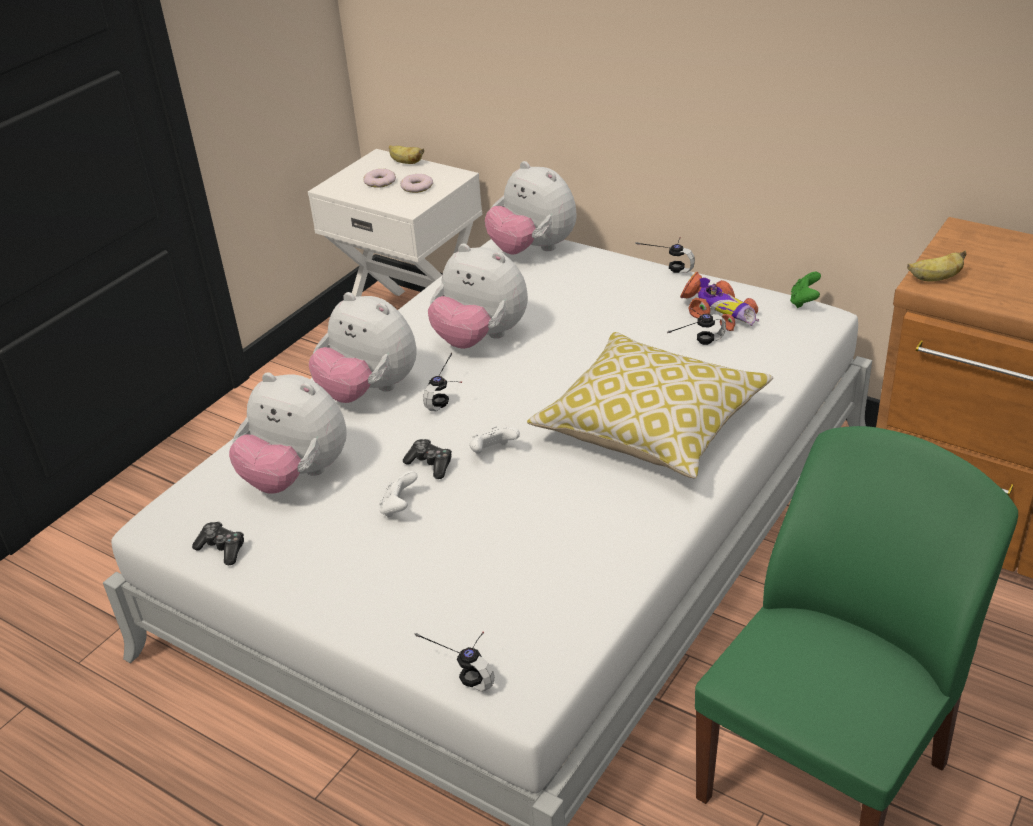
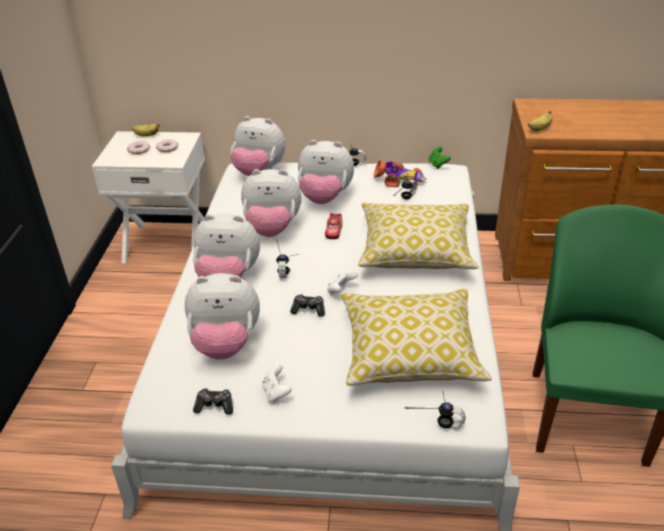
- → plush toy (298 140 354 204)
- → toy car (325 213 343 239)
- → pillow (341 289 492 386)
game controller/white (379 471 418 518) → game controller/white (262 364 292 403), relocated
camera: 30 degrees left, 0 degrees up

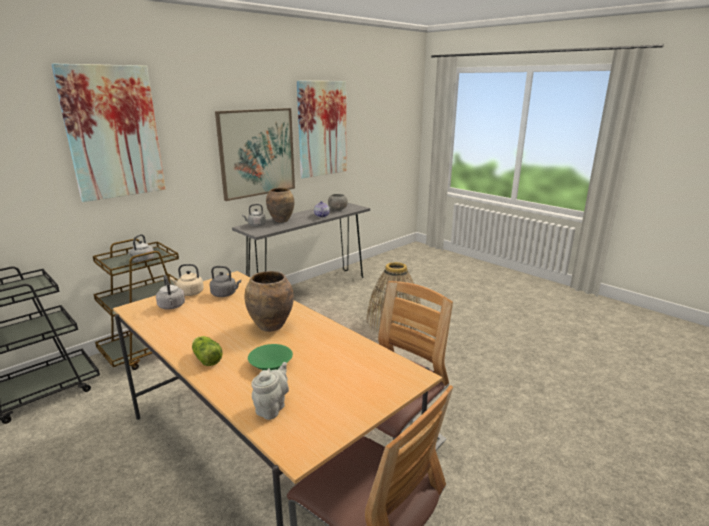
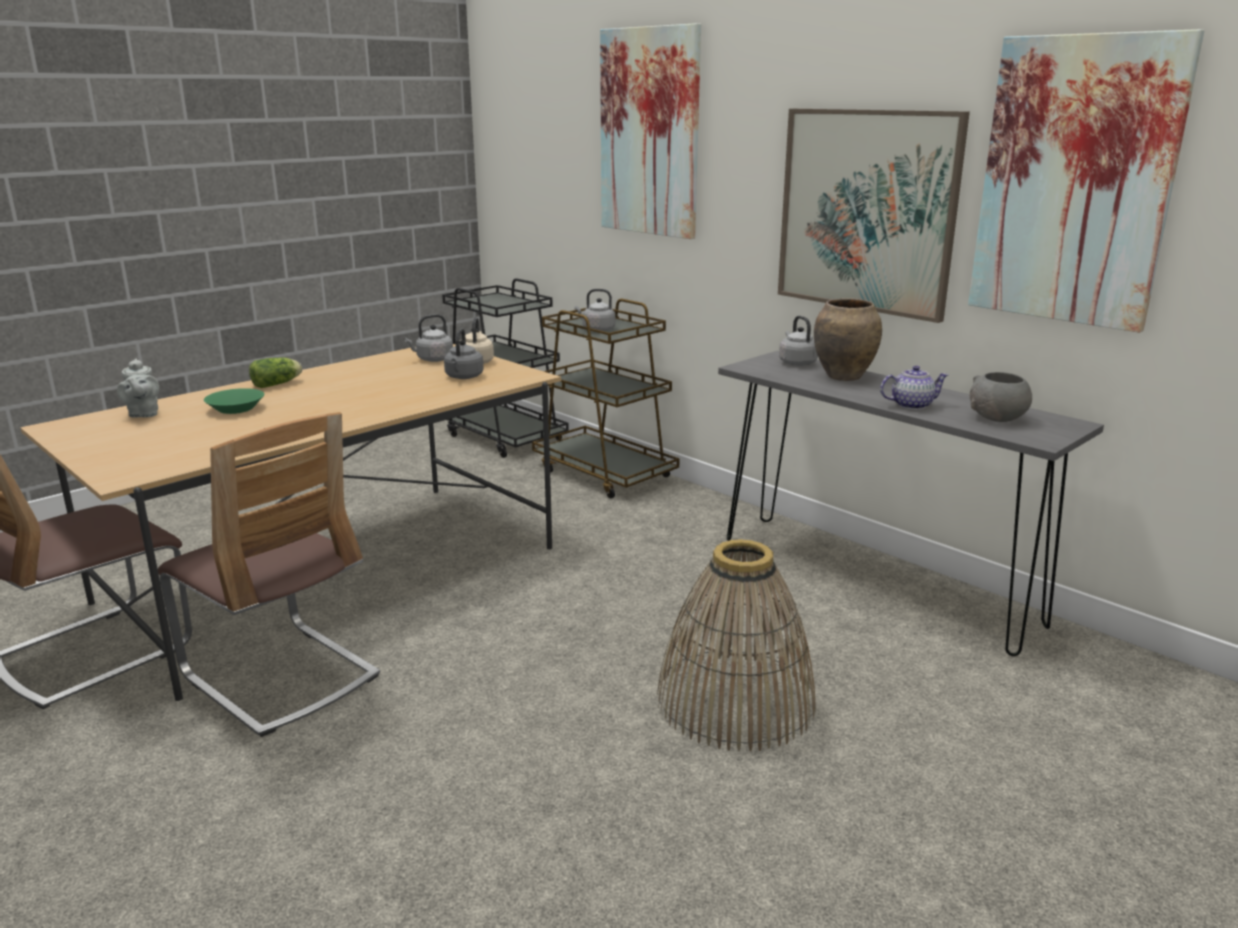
vase/brown (244 271 294 332) → -
teapot/grey (251 362 289 420) → teapot/grey (117 358 159 418), 45 degrees clockwise
camera: 90 degrees right, 0 degrees up

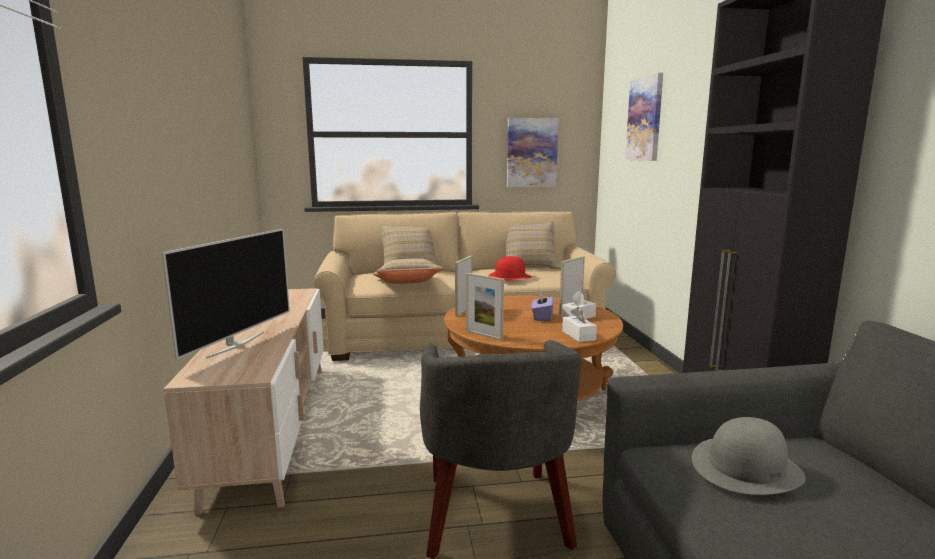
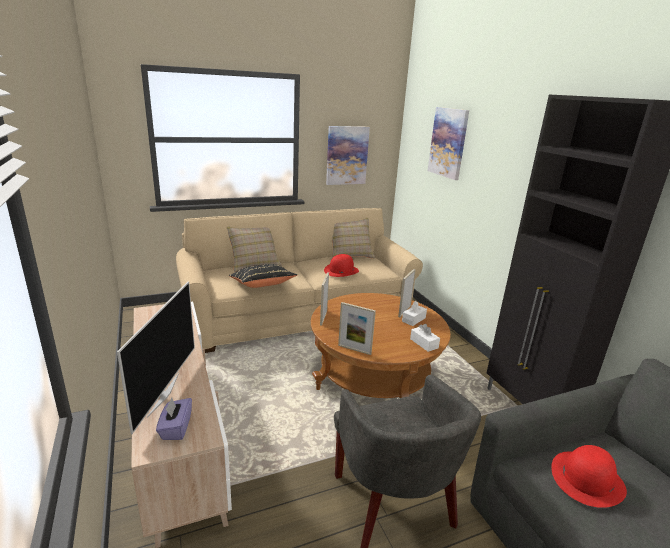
tissue box/purple (532 291 554 321) → tissue box/purple (156 398 192 440), relocated
pillow/beige (373 258 444 284) → pillow/black (229 264 297 288)
hat/grey (692 417 806 495) → hat/red (551 445 627 508)
camera: 15 degrees left, 10 degrees up

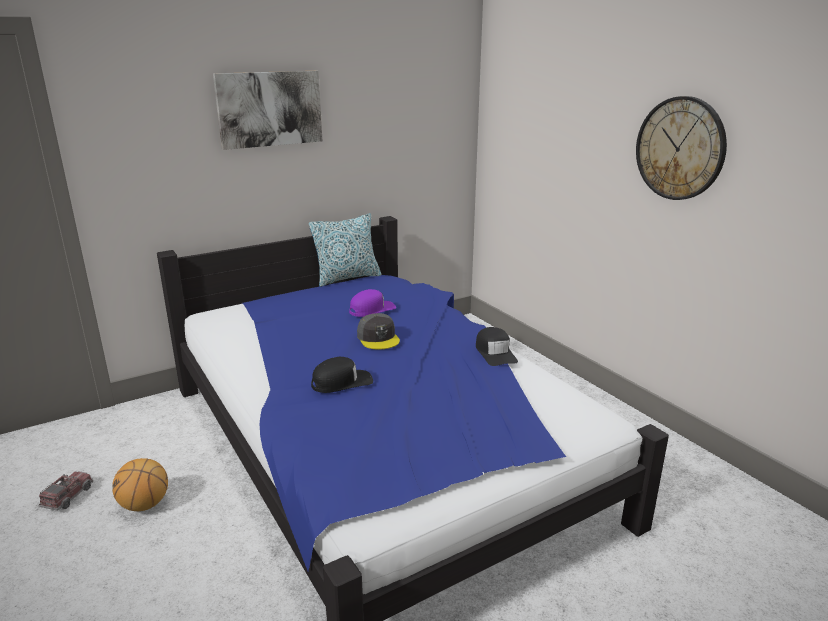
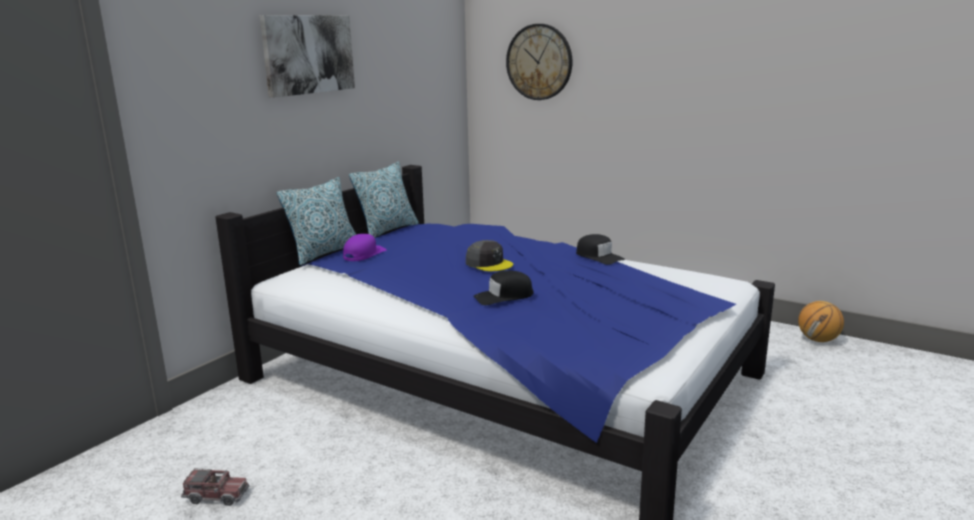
- → pillow (277 177 356 266)
basketball (112 458 168 511) → basketball (798 301 844 342), relocated
cap/purple (349 289 396 317) → cap/purple (343 234 387 261), relocated
wall clock (636 96 727 200) → wall clock (506 24 573 100), relocated
toy truck (38 471 93 511) → toy truck (181 468 249 506), 105 degrees clockwise
cap/black (311 357 373 393) → cap/black (473 271 534 305), 150 degrees counterclockwise
camera: 25 degrees left, 5 degrees down

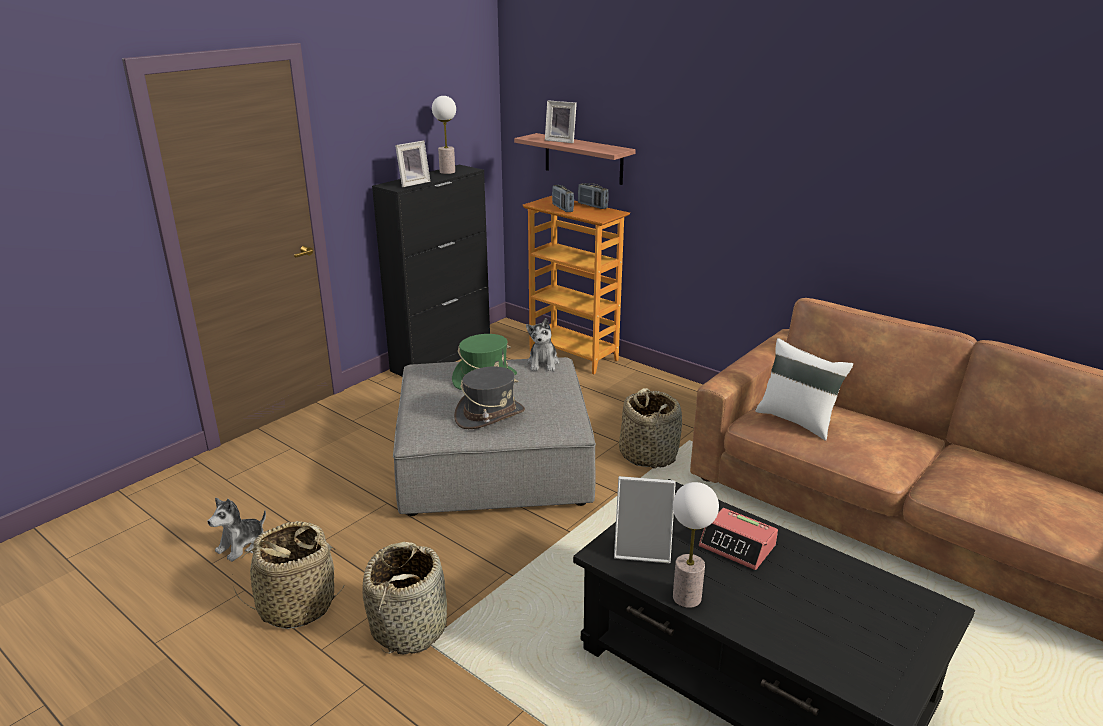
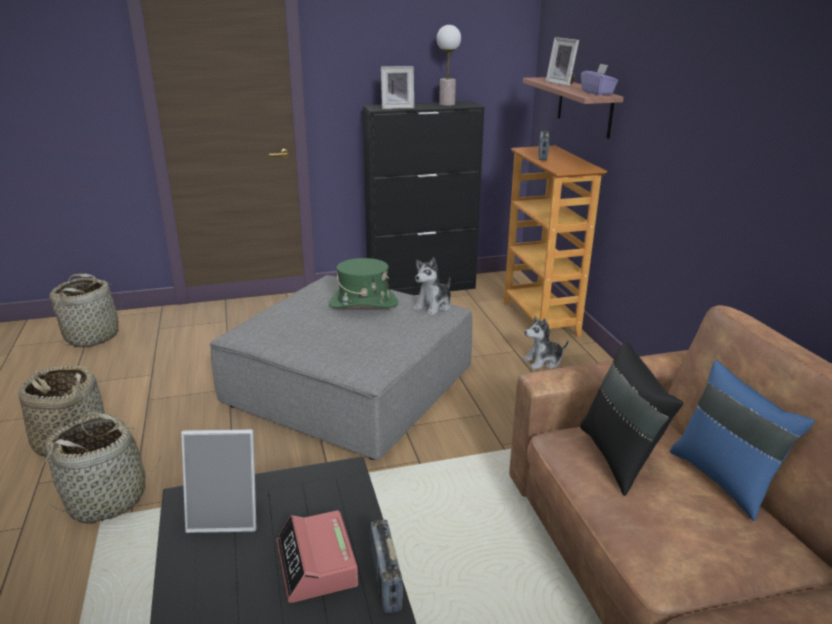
hat/grey (454 366 525 429) → -
table lamp (673 482 719 608) → -
- → tissue box/purple (581 63 618 95)
- → pillow/blue (670 360 815 521)
plush toy (208 498 266 562) → plush toy (523 316 569 370), relocated
radio (578 183 609 209) → radio (371 519 403 613), relocated
basket (619 388 682 468) → basket (49 274 123 347), relocated
pillow/white (755 338 853 441) → pillow/black (580 341 683 496)
picture frame (614 476 676 563) → picture frame (181 429 257 533), 45 degrees counterclockwise
camera: 35 degrees right, 0 degrees up

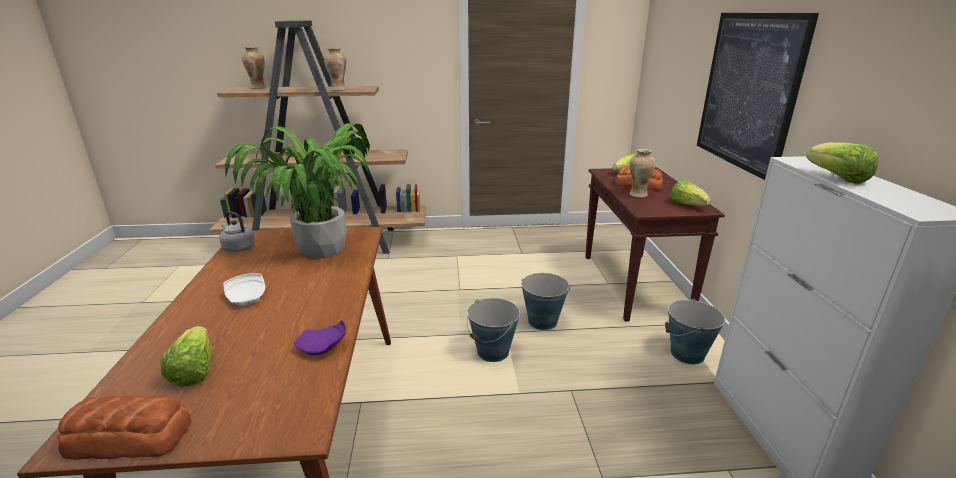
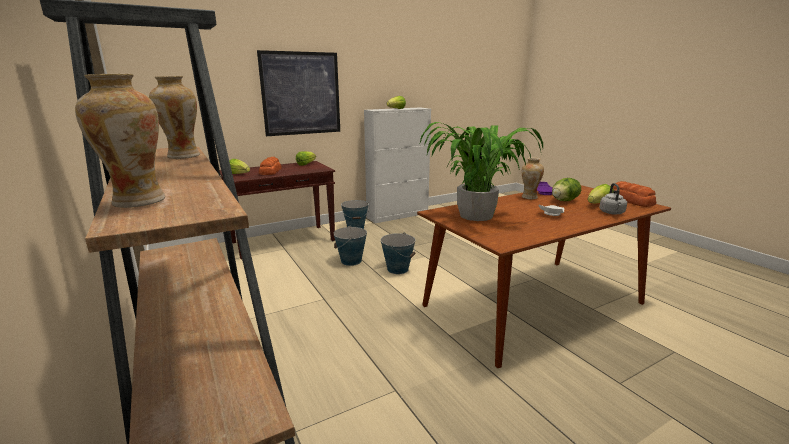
- → lettuce (552 178 581 201)
kettle/grey (219 211 255 252) → kettle/grey (599 183 627 214), relocated
vase (630 149 655 198) → vase (522 157 544 199), relocated
camera: 115 degrees left, 5 degrees down

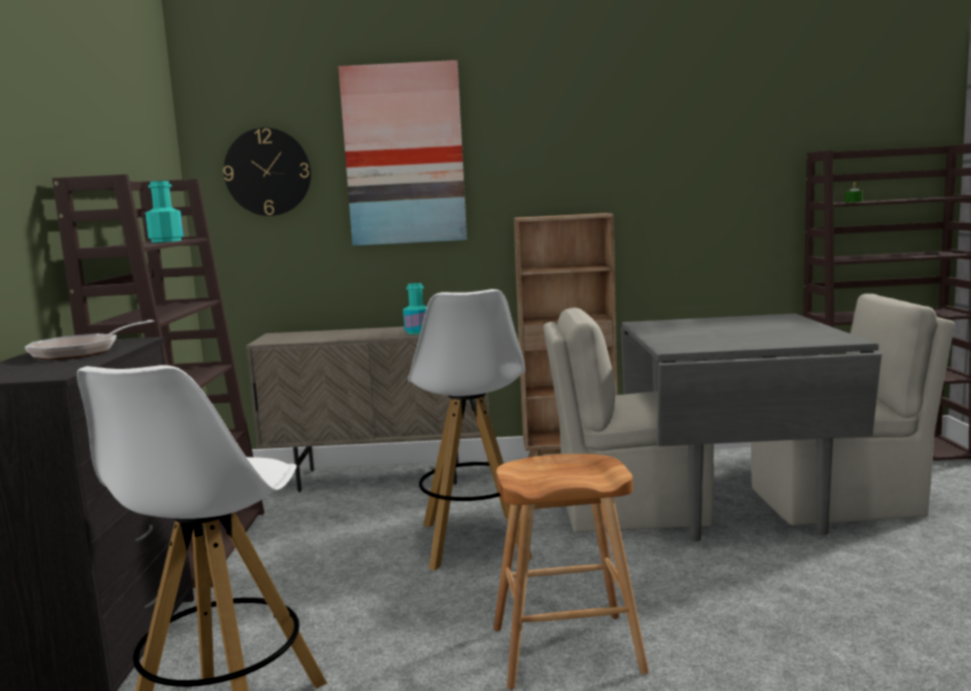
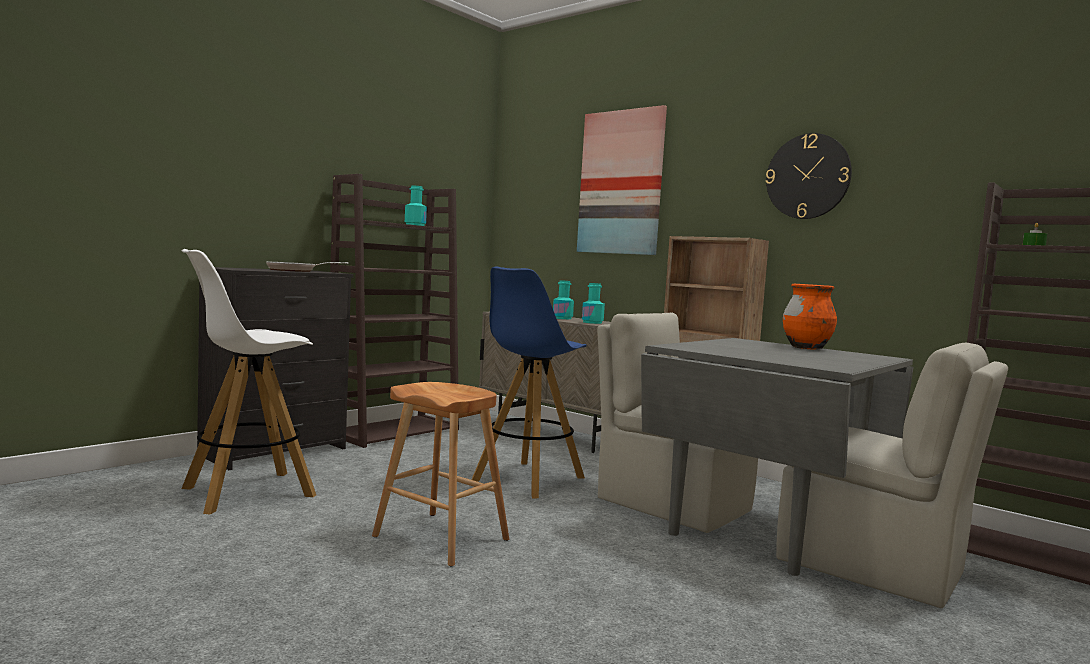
- → bottle/turquoise (553 280 574 319)
- → vase/orange (783 284 837 350)
wall clock (223 128 311 216) → wall clock (766 133 852 219), relocated
stool/white (408 289 533 571) → stool/blue (471 266 587 498)
camera: 40 degrees right, 5 degrees down

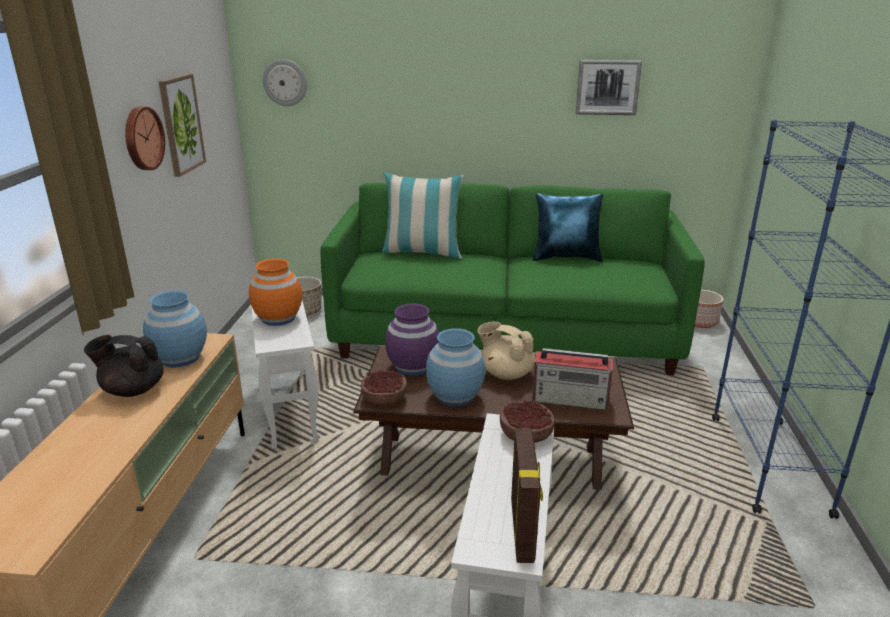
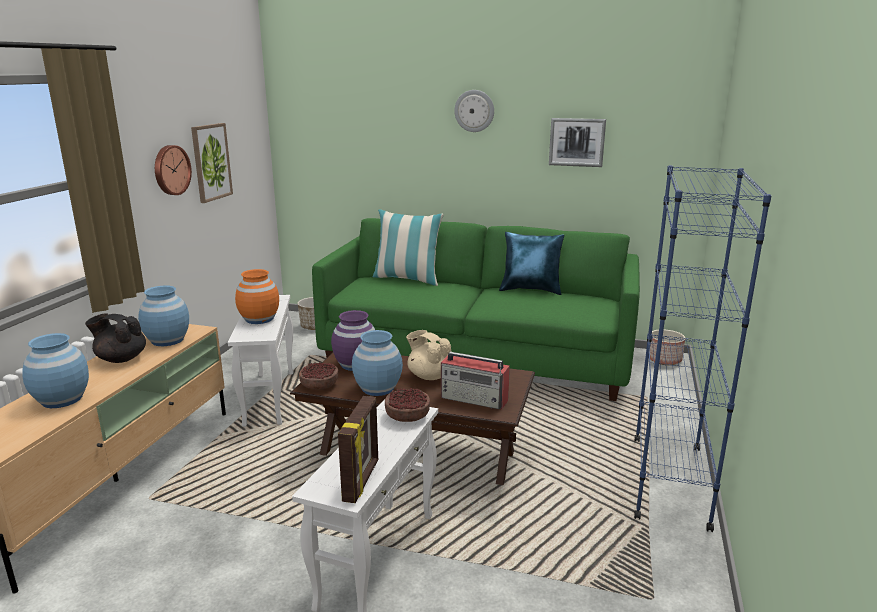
- → vase/blue (22 333 89 408)
wall clock (263 59 307 106) → wall clock (454 90 494 132), relocated
camera: 10 degrees right, 5 degrees down

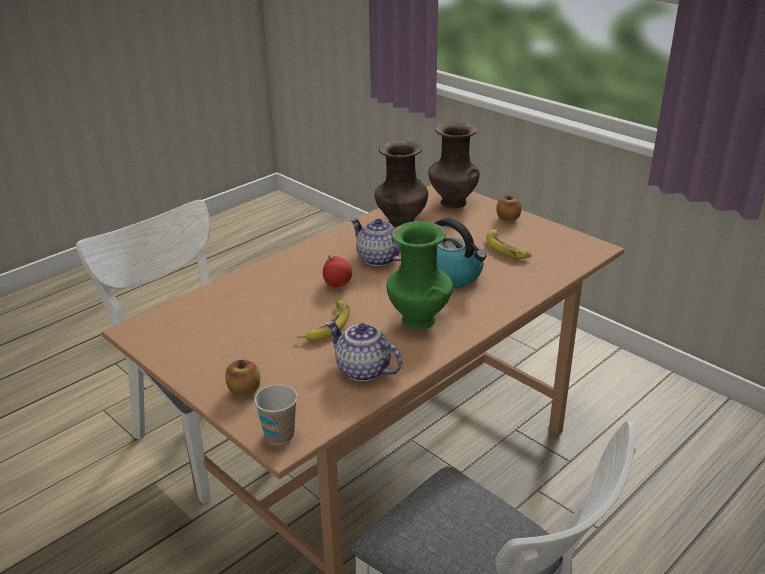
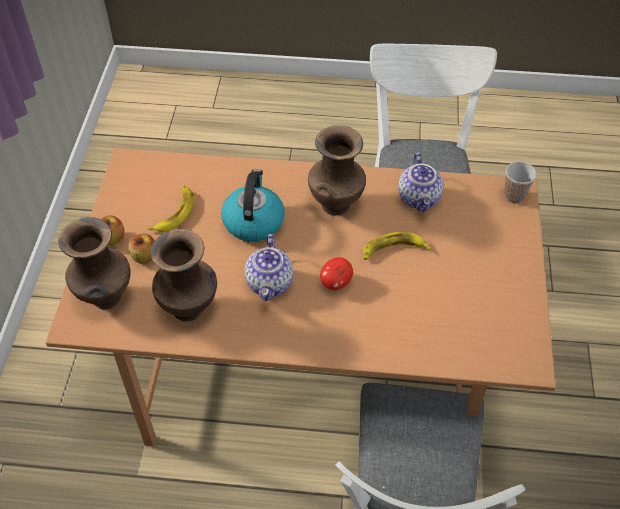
apple (225 359 261 397) → apple (129 233 155 264), relocated
vase/green (387 221 453 329) → vase/brown (308 125 366 216)
camera: 130 degrees left, 20 degrees up

